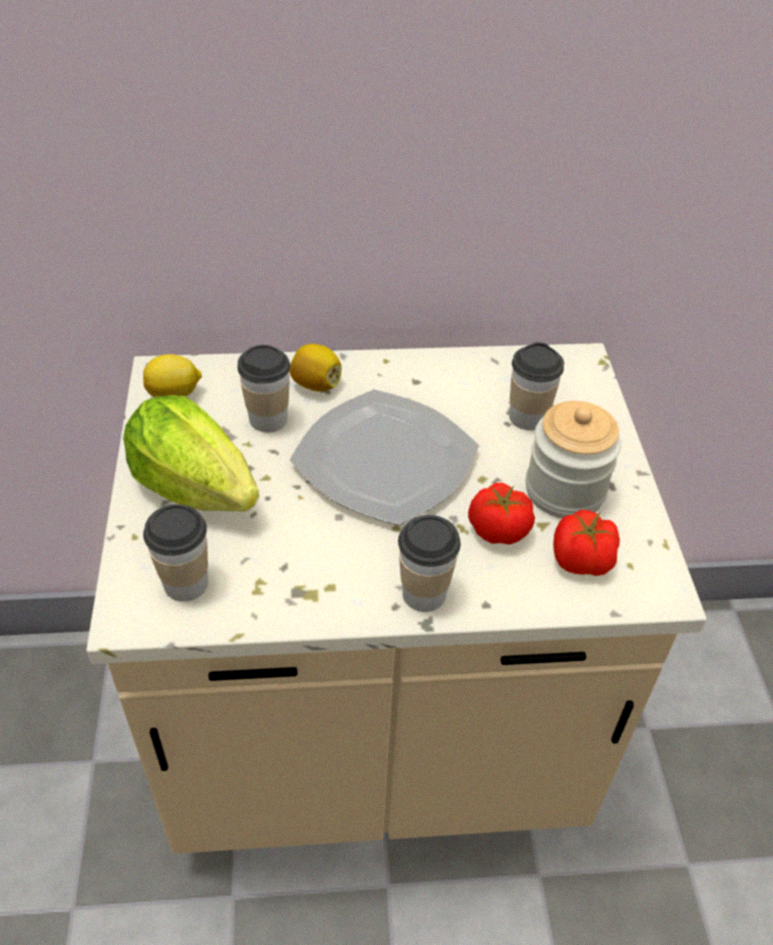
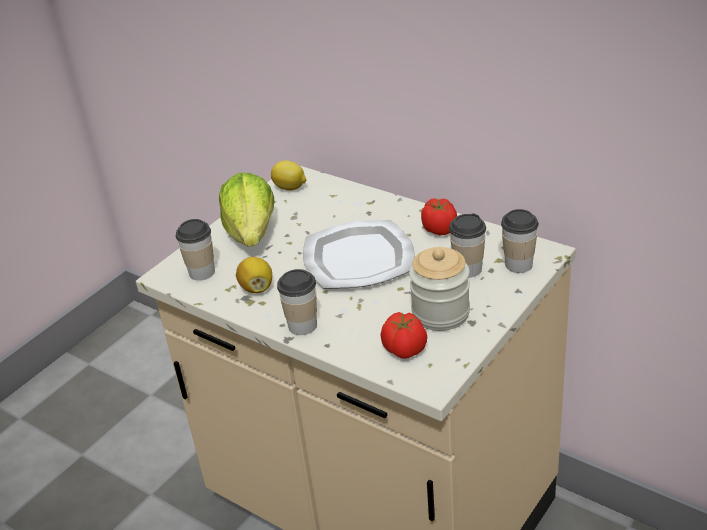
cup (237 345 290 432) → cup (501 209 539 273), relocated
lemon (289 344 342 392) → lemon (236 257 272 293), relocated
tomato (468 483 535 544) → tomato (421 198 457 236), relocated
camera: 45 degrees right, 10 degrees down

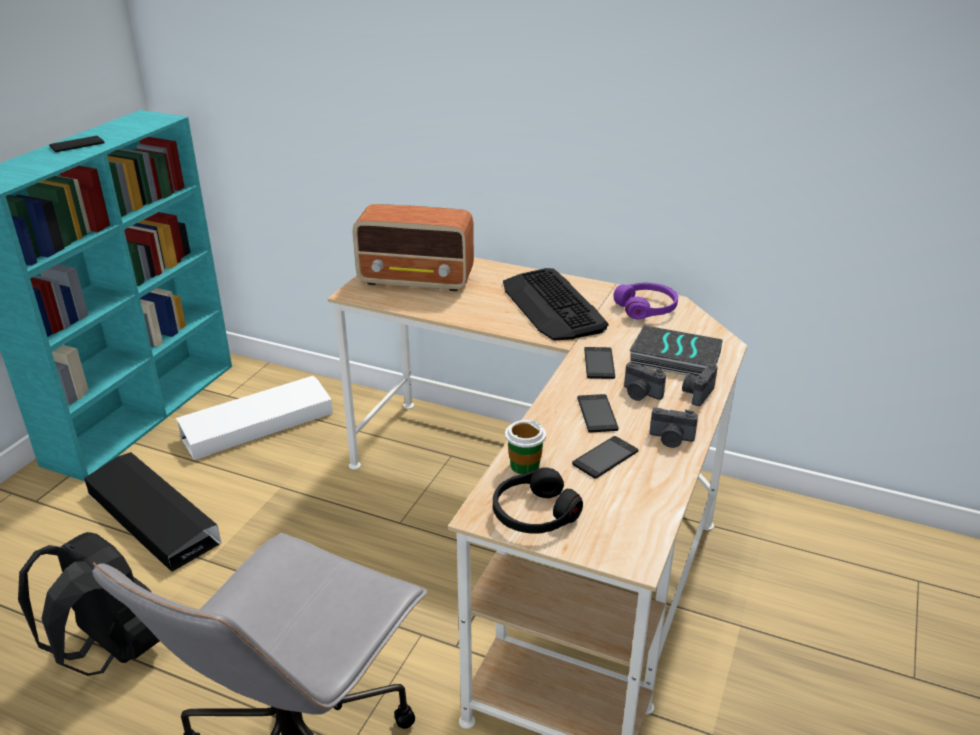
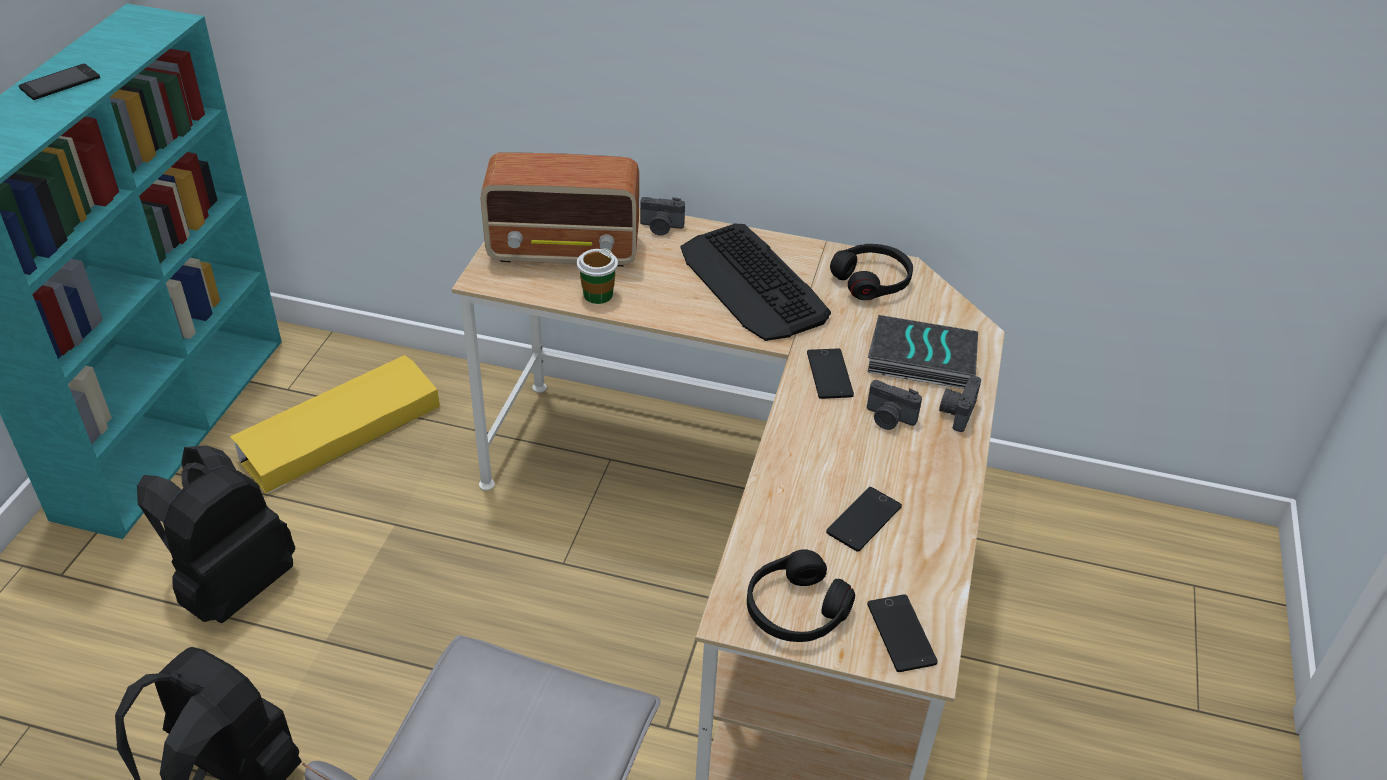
cup (505 420 546 474) → cup (577 248 618 304), relocated
phone (577 394 619 432) → phone (867 595 938 672), relocated
photo camera (649 407 698 448) → photo camera (640 197 685 235), relocated
storage box/black (84 452 222 572) → backpack/black (137 446 295 623)
storage box/white (175 376 333 460) → storage box/yellow (230 355 440 494)
headphones/purple (613 283 678 320) → headphones/black (830 244 913 300)
camera: 10 degrees left, 10 degrees up

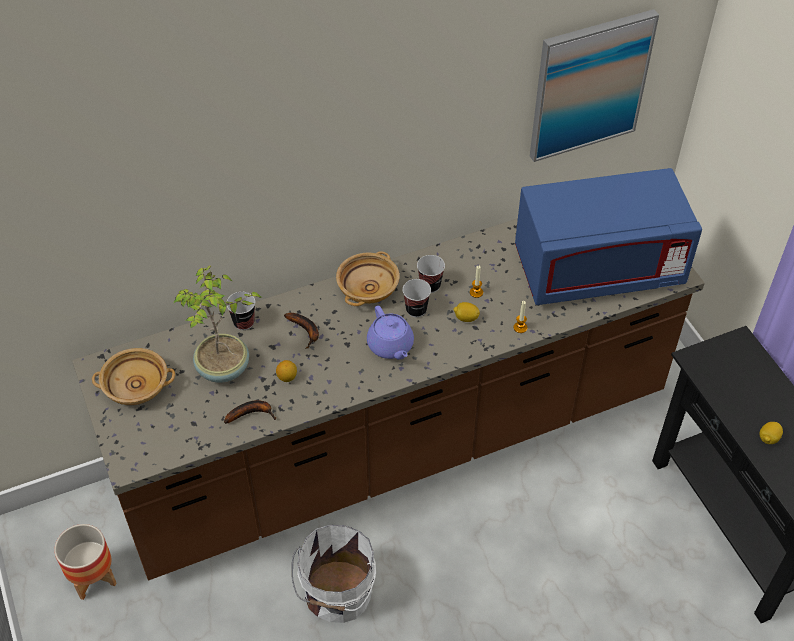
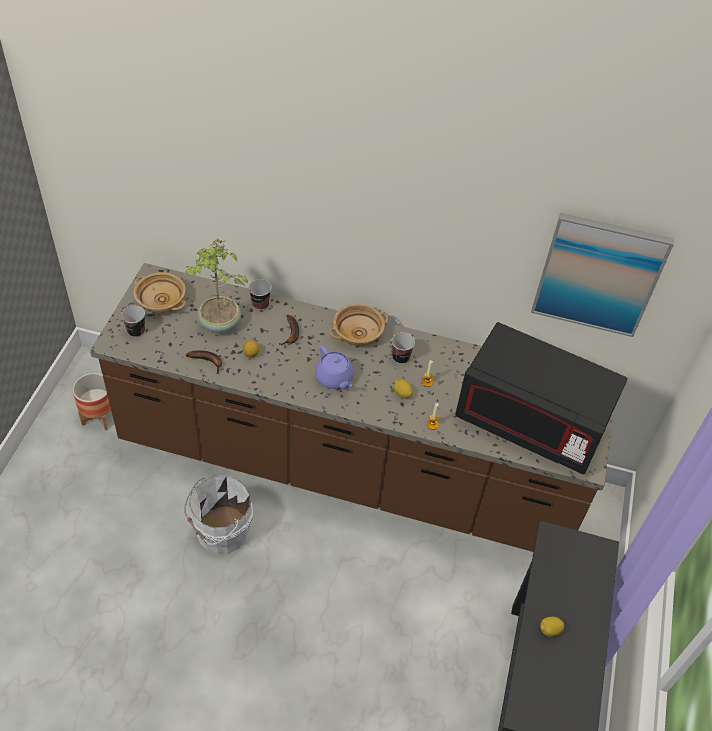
cup (402 279 431 317) → cup (121 306 145 337), relocated
microwave/blue (515 168 702 305) → microwave/black (455 322 628 474)
teapot/purple (367 305 414 360) → teapot/purple (315 346 354 389), 45 degrees counterclockwise
camera: 35 degrees right, 0 degrees up

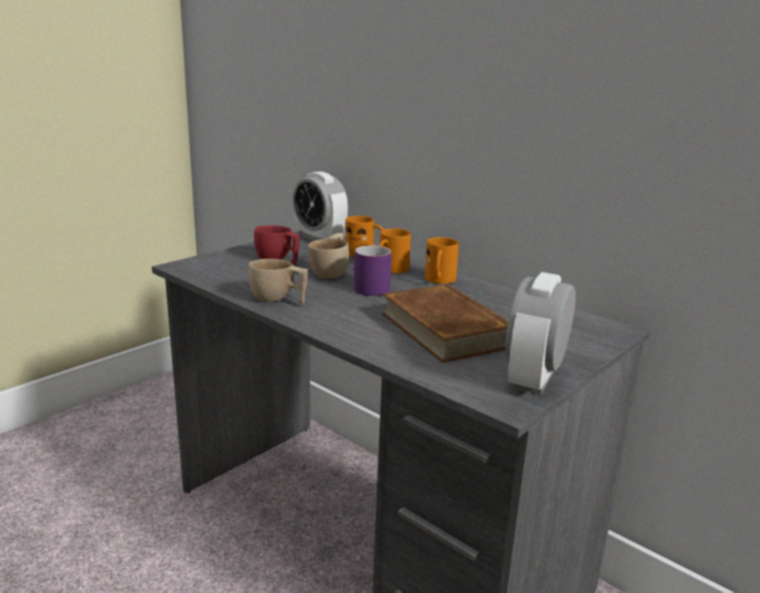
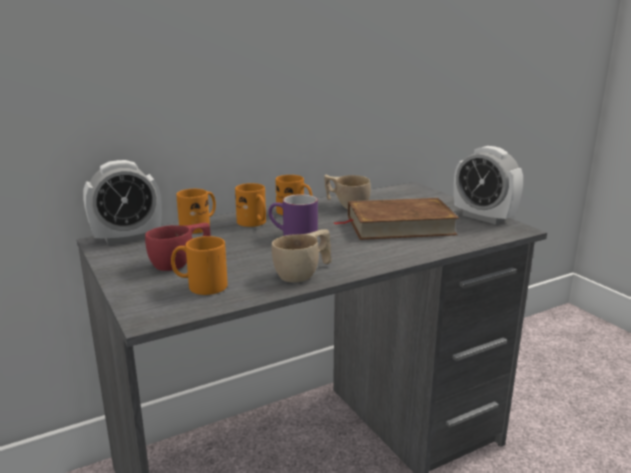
- → mug/orange (171 236 228 295)
cup/beige (308 233 349 279) → cup/beige (324 175 371 209), relocated
camera: 70 degrees left, 0 degrees up

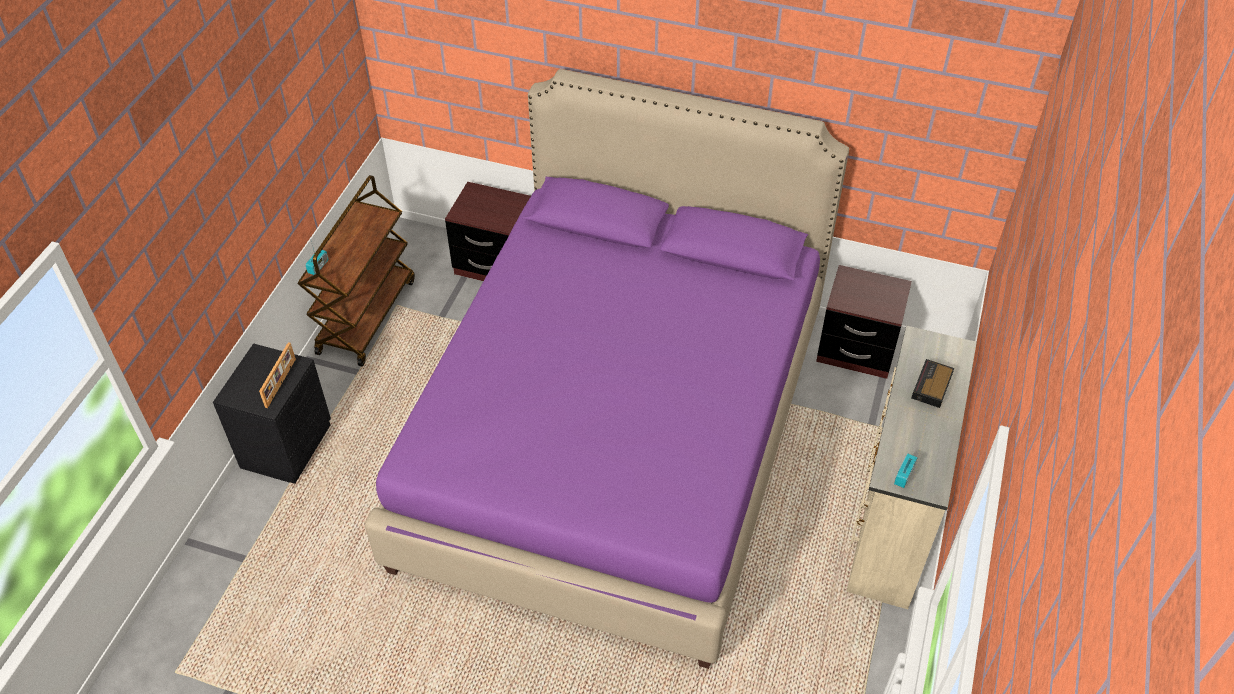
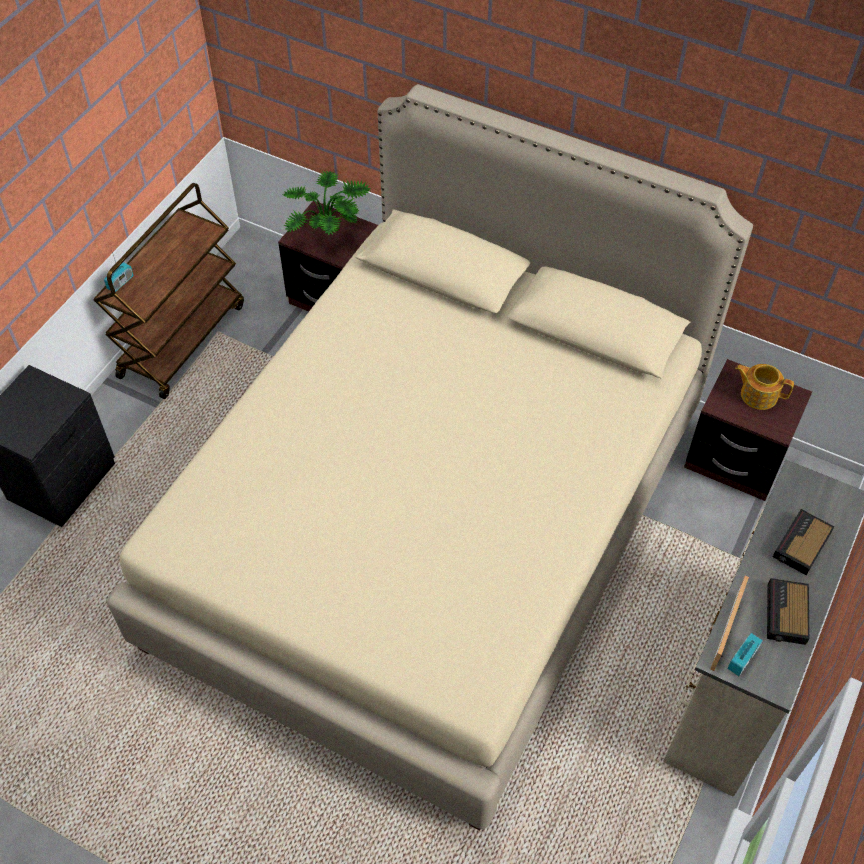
- → potted plant (283 171 371 235)
- → teapot (735 364 794 410)
- → alarm clock (767 578 809 645)
picture frame (259 342 296 408) → picture frame (710 576 749 671), relocated
bed/purple (365 69 849 669) → bed/beige (107 84 753 831)
camera: 10 degrees right, 5 degrees up

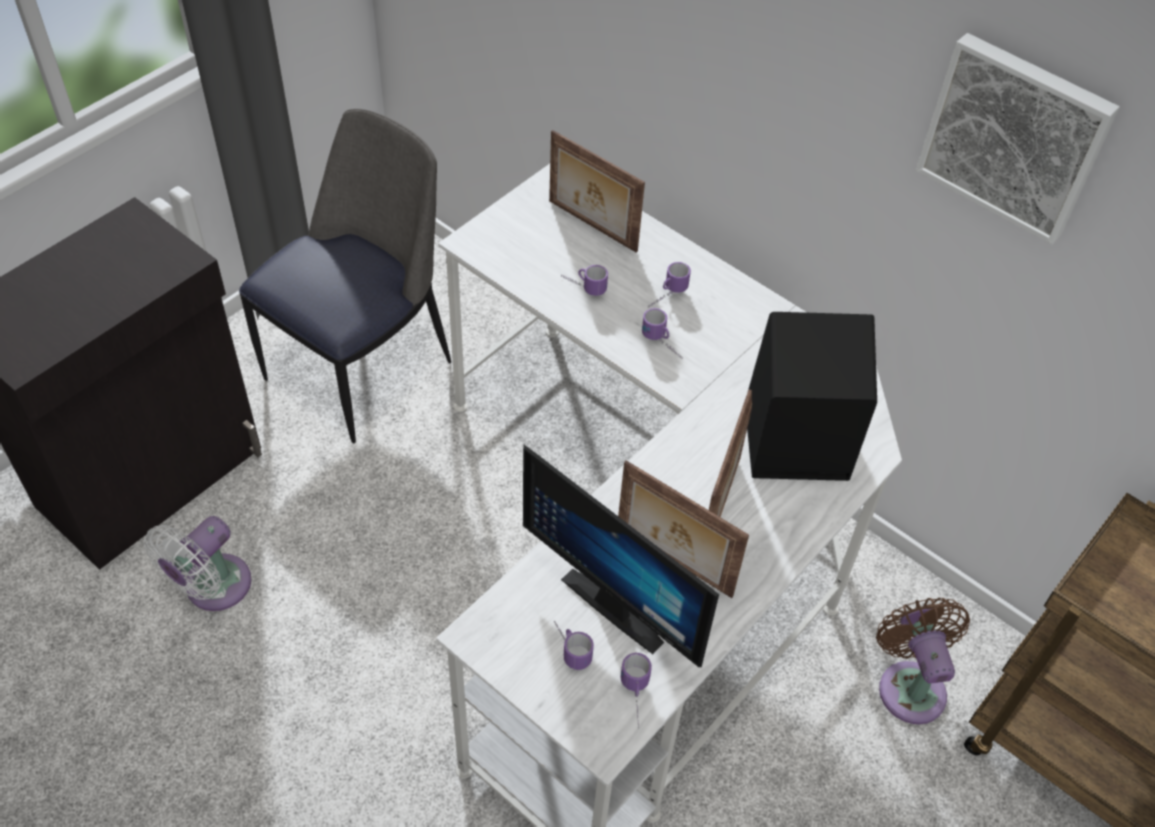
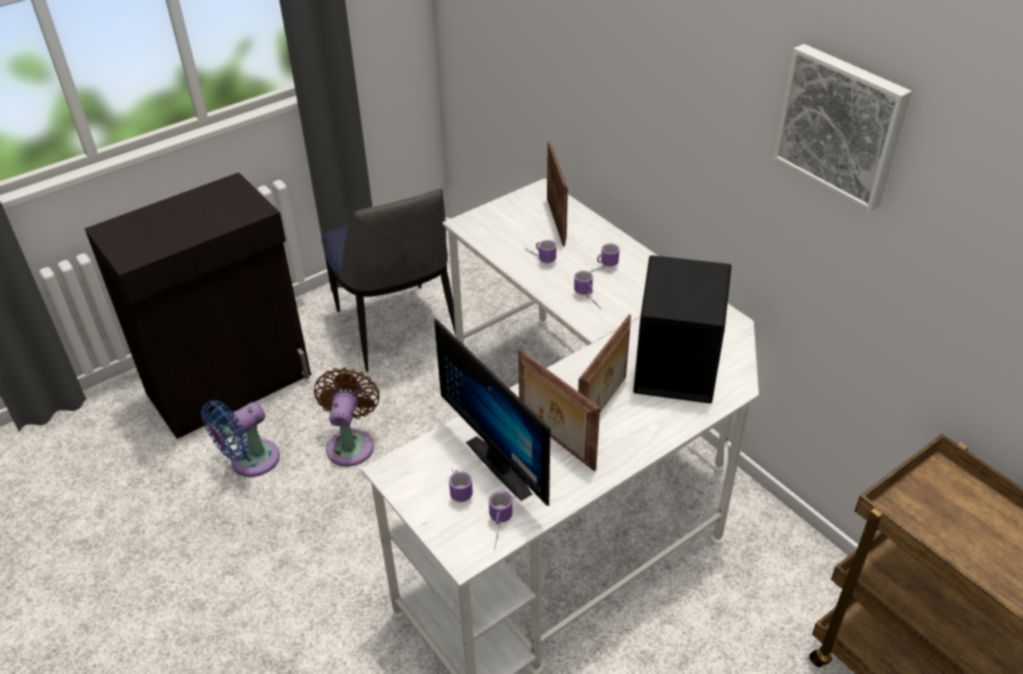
fan/brown (876 598 970 724) → fan/brown (314 367 379 467), relocated
fan/white (143 516 251 611) → fan/blue (201 400 280 477)
chair (239 109 451 443) → chair (321 189 456 372), 105 degrees clockwise
picture frame (549 130 645 253) → picture frame (547 141 568 246), 150 degrees counterclockwise
camera: 15 degrees right, 10 degrees down

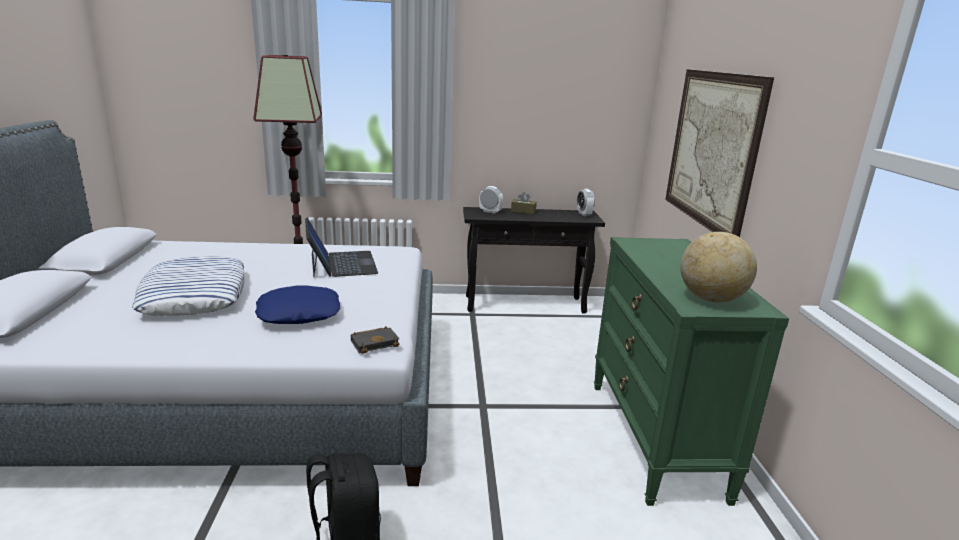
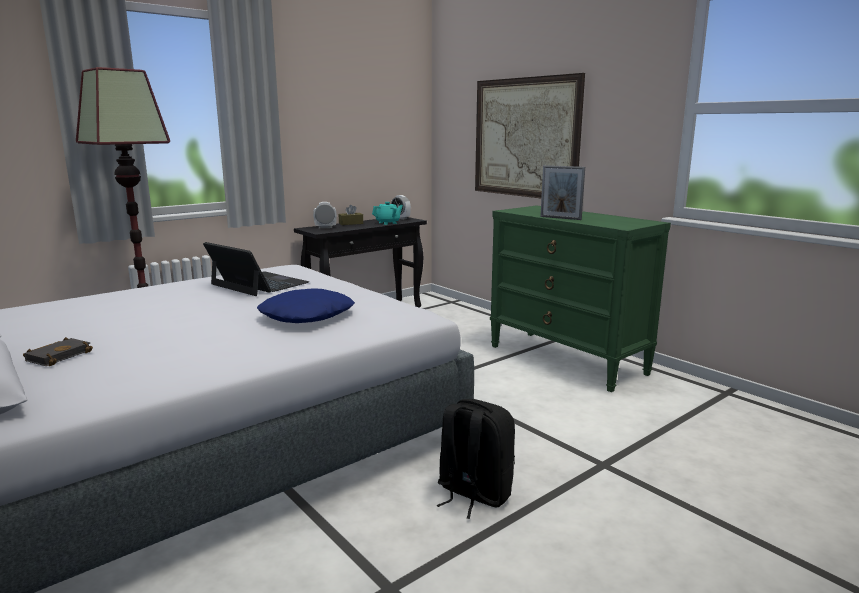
pillow (132 256 245 316) → -
globe (681 232 757 302) → -
- → teapot/turquoise (372 202 403 225)
- → picture frame (540 165 585 220)
book/black (351 326 400 354) → book/black (23 337 93 366), relocated
camera: 35 degrees left, 5 degrees down

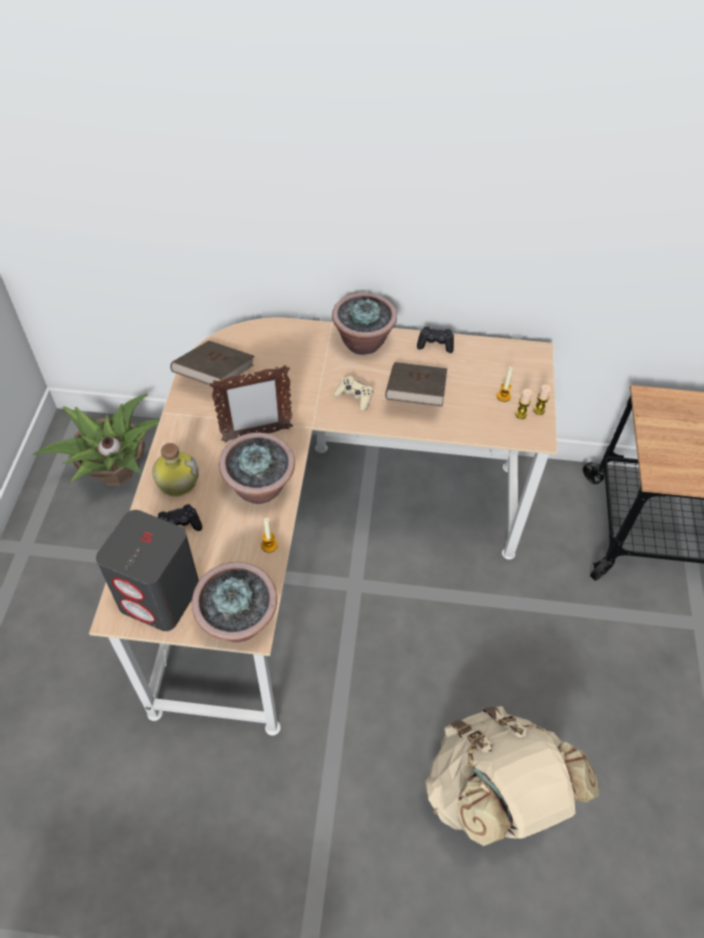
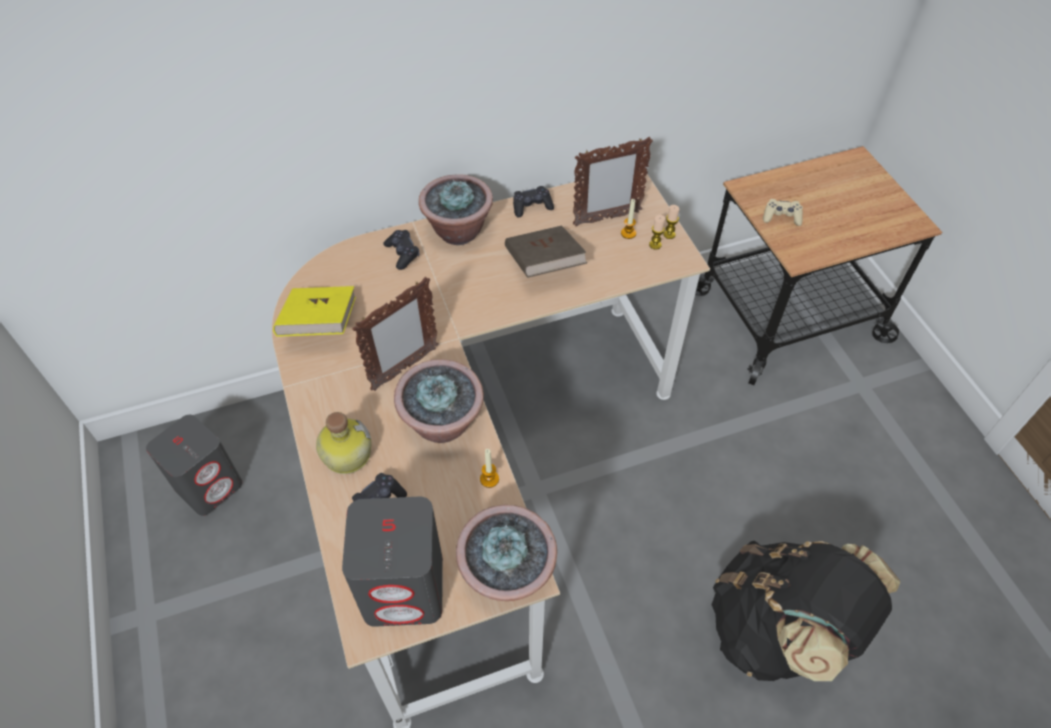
- → game controller/black (383 230 420 270)
- → picture frame (573 137 653 227)
game controller/beige (333 376 373 411) → game controller/beige (763 199 803 226), relocated
potted plant (33 394 160 486) → speaker/grey (146 415 242 516)
book/brown (170 341 254 385) → book/yellow (273 286 356 337)
backpack/beige (426 706 599 846) → backpack/black (712 541 900 681)
camera: 25 degrees left, 0 degrees up

